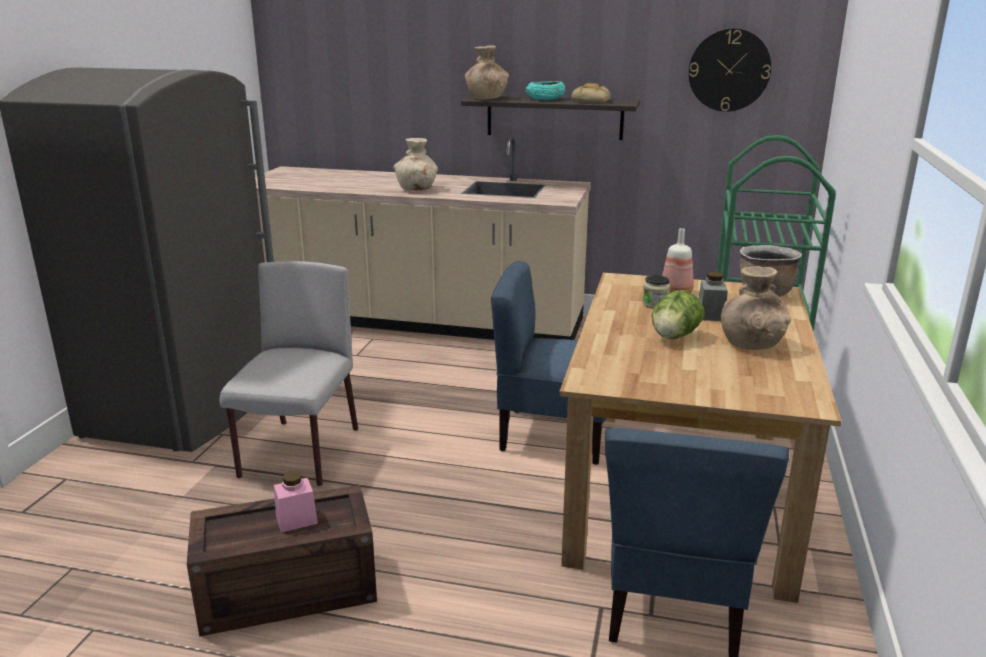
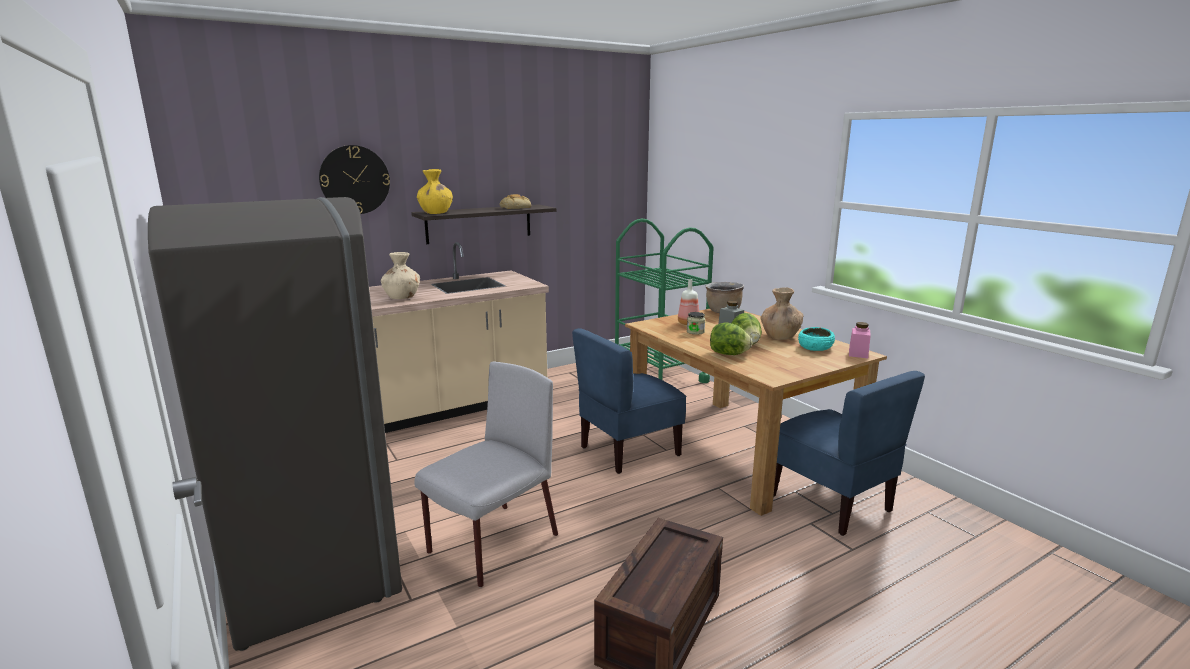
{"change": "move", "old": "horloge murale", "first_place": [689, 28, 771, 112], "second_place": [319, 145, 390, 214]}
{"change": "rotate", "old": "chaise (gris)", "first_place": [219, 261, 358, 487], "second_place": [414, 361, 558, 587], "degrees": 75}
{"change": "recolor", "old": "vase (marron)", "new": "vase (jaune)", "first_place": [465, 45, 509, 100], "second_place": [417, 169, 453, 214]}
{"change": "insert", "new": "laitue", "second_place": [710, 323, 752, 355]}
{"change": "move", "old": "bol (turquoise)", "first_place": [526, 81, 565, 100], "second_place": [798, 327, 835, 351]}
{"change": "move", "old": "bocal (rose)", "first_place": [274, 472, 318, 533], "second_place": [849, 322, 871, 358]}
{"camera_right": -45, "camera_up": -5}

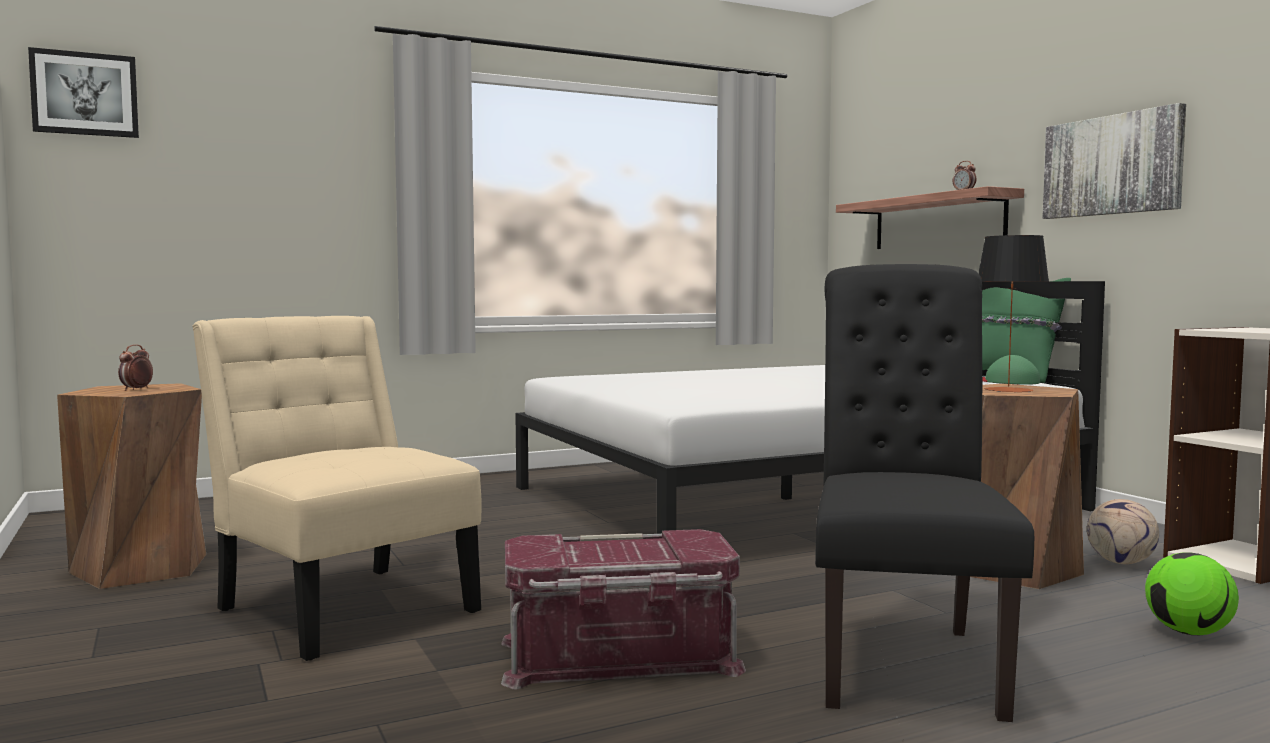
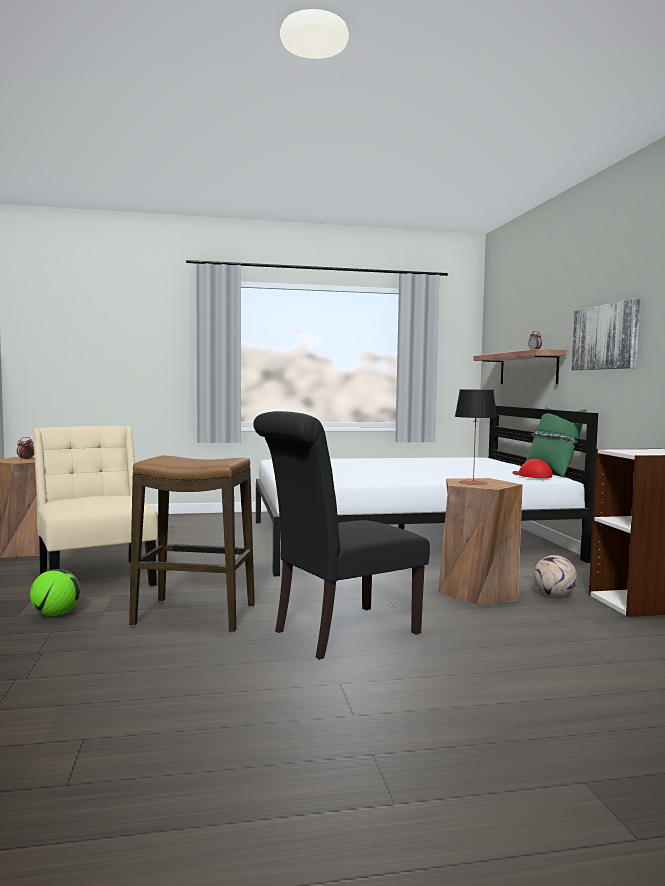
{"change": "move", "old": "ballon de foot", "first_place": [1145, 552, 1239, 635], "second_place": [30, 569, 80, 616]}
{"change": "replace", "old": "boîte de rangement (rouge)", "new": "tabouret", "first_place": [501, 529, 746, 690], "second_place": [129, 456, 255, 632]}
{"change": "rotate", "old": "chaise (noir)", "first_place": [815, 264, 1034, 722], "second_place": [253, 411, 430, 660], "degrees": -150}
{"change": "recolor", "old": "casquette (vert)", "new": "casquette (rouge)", "first_place": [982, 355, 1040, 385], "second_place": [512, 459, 552, 478]}
{"change": "delete", "old": "tableau", "first_place": [28, 47, 139, 138]}
{"camera_right": 15, "camera_up": 0}

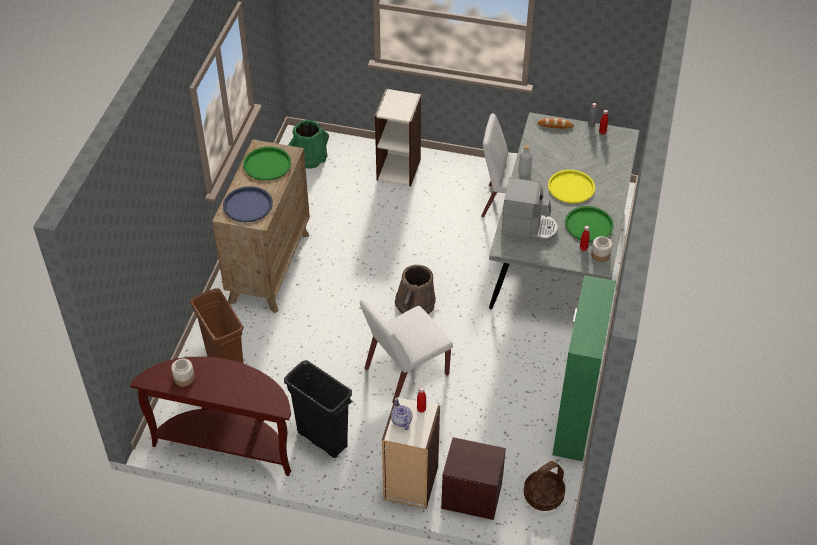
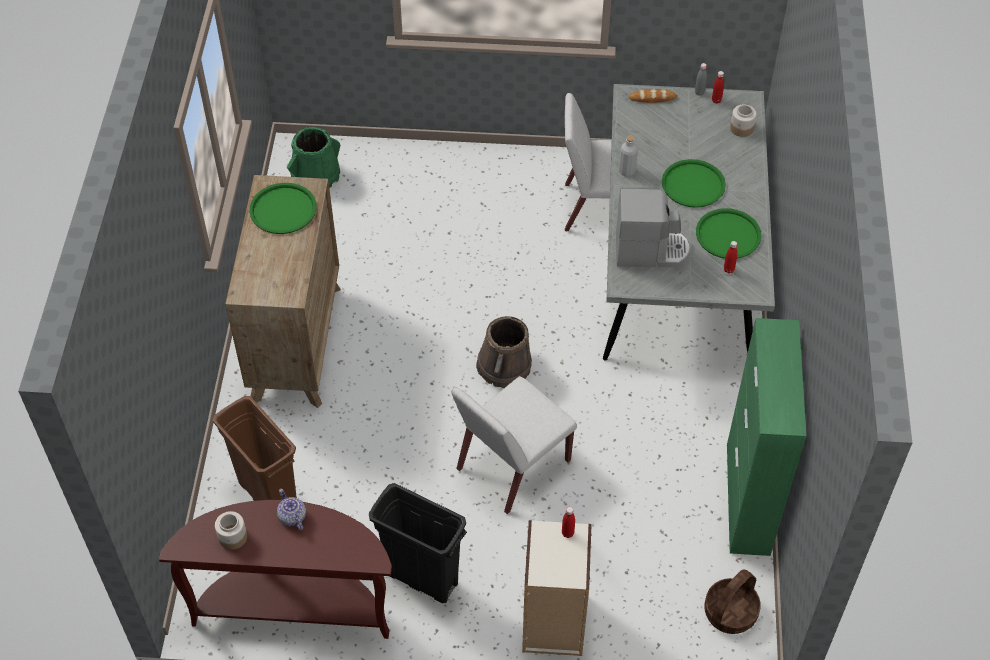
{"change": "move", "old": "théière", "first_place": [391, 398, 413, 430], "second_place": [277, 489, 306, 530]}
{"change": "recolor", "old": "plateau (jaune)", "new": "plateau (vert)", "first_place": [548, 170, 595, 203], "second_place": [662, 159, 726, 208]}
{"change": "move", "old": "bocal", "first_place": [591, 236, 612, 262], "second_place": [730, 104, 757, 137]}
{"change": "delete", "old": "plateau (bleu)", "first_place": [223, 186, 273, 222]}
{"change": "delete", "old": "bibliothèque", "first_place": [375, 89, 421, 186]}
{"change": "delete", "old": "table de chevet (marron)", "first_place": [441, 437, 506, 520]}
{"camera_right": -10, "camera_up": 5}

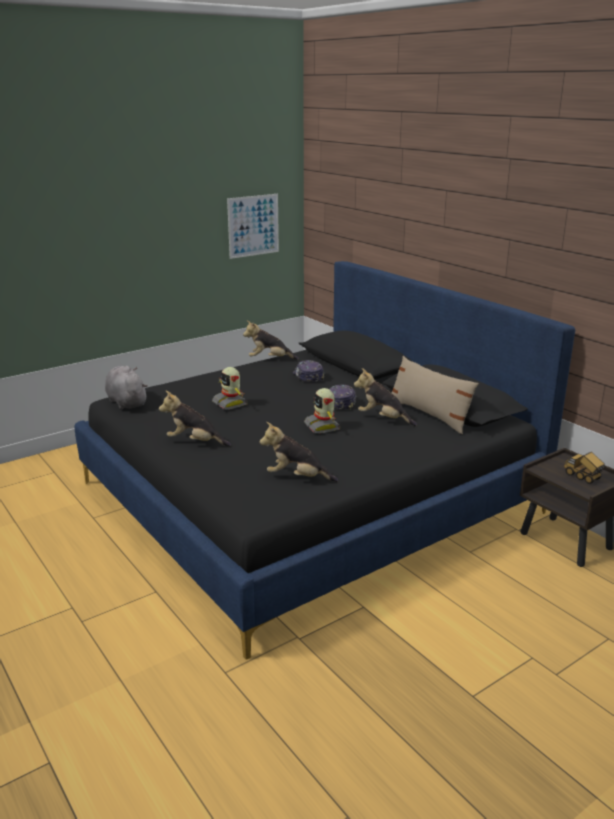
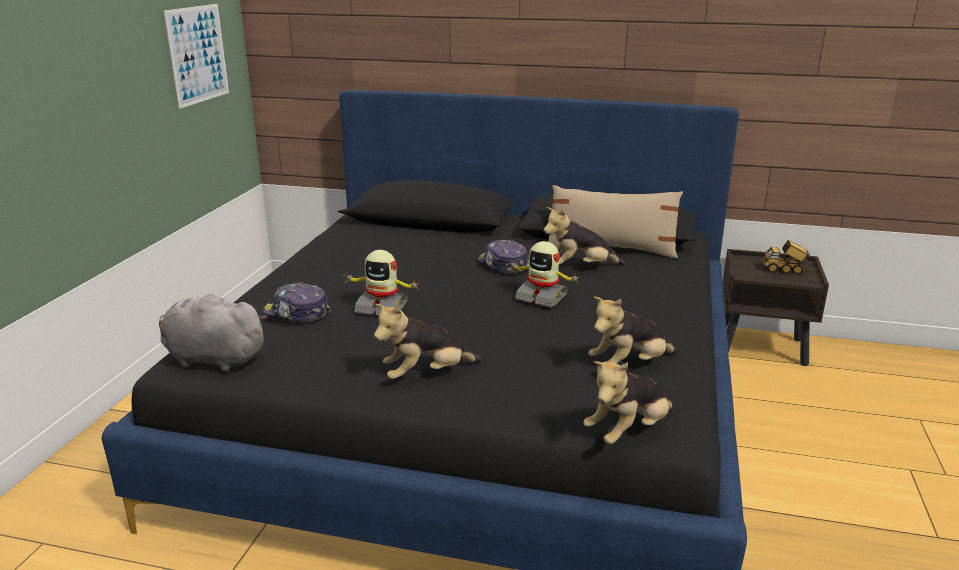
{"change": "move", "old": "casquette", "first_place": [293, 360, 324, 382], "second_place": [263, 282, 331, 322]}
{"change": "move", "old": "peluche", "first_place": [243, 321, 299, 360], "second_place": [583, 361, 673, 444]}
{"camera_right": -40, "camera_up": 0}

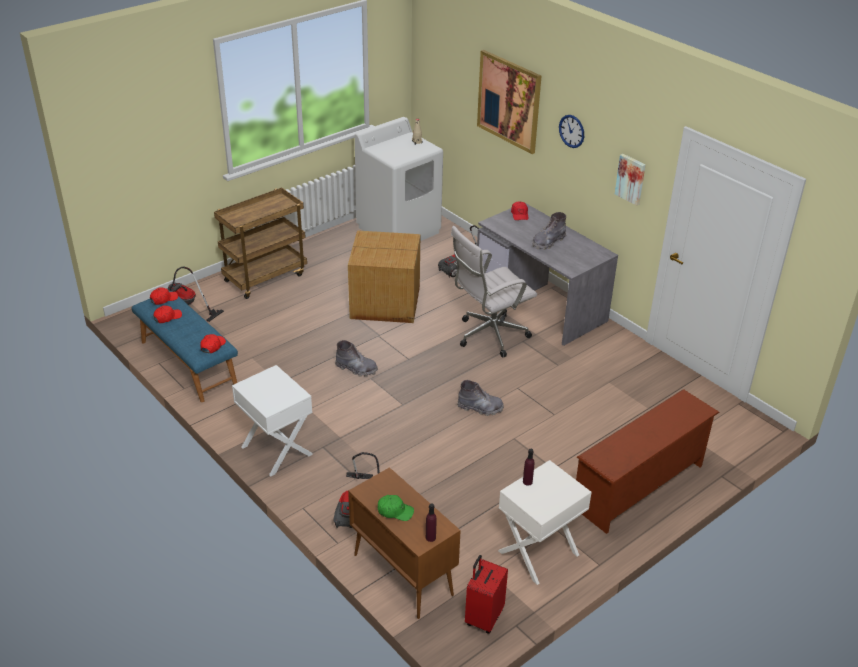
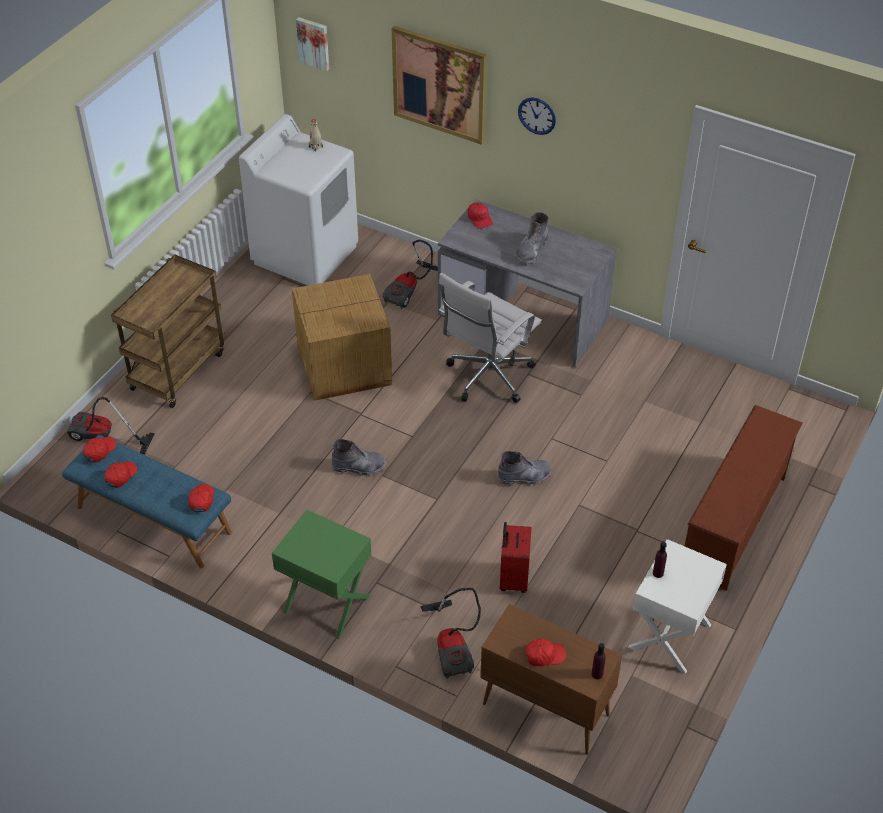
{"change": "recolor", "old": "table de chevet (blanc)", "new": "table de chevet (vert)", "first_place": [232, 365, 313, 477], "second_place": [272, 510, 372, 639]}
{"change": "move", "old": "tableau", "first_place": [615, 154, 646, 206], "second_place": [296, 17, 329, 71]}
{"change": "move", "old": "valise (rouge)", "first_place": [465, 555, 508, 634], "second_place": [500, 522, 531, 593]}
{"change": "recolor", "old": "casquette (vert)", "new": "casquette (rouge)", "first_place": [378, 495, 414, 521], "second_place": [525, 638, 566, 667]}
{"camera_right": -20, "camera_up": 10}

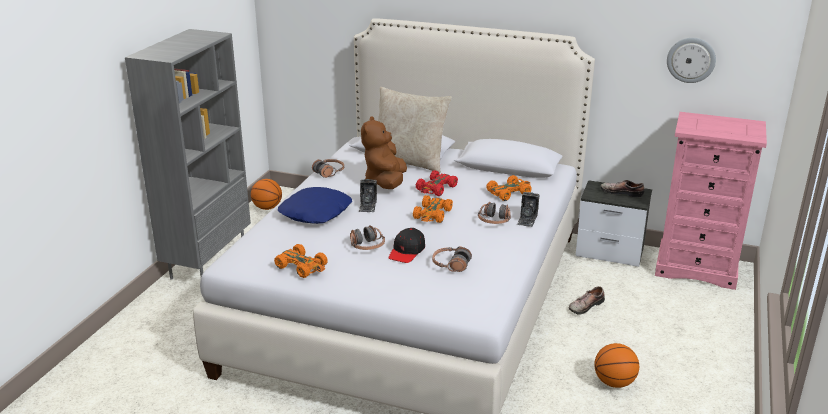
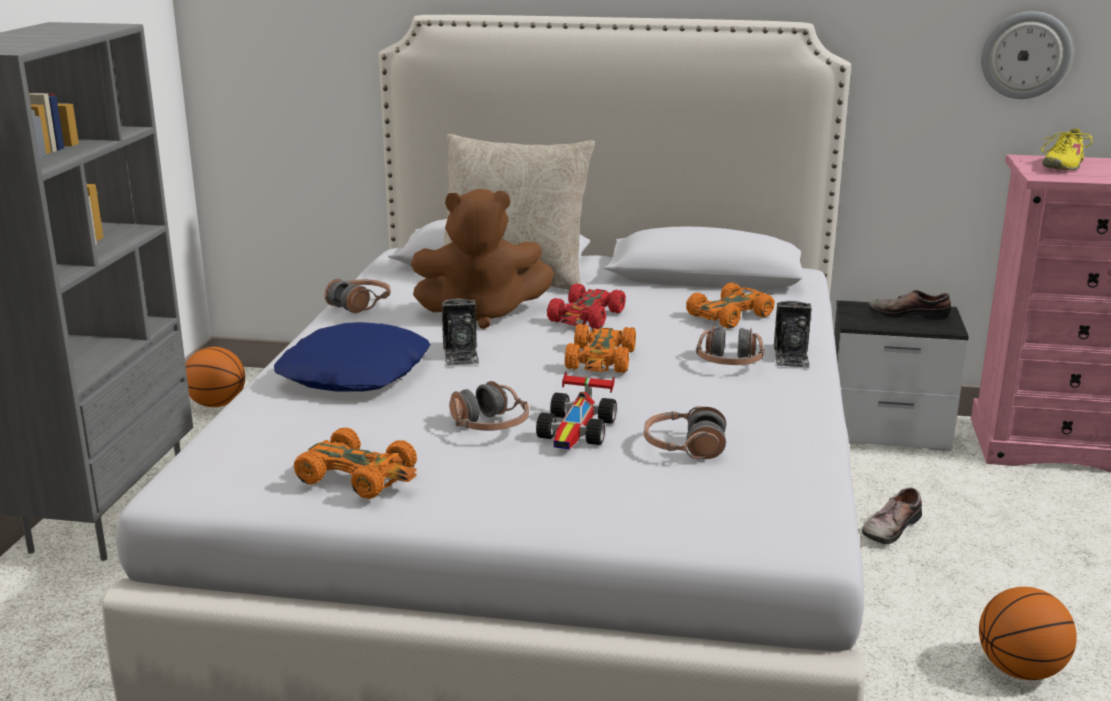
{"change": "rotate", "old": "peluche (marron)", "first_place": [361, 116, 407, 189], "second_place": [411, 189, 554, 329], "degrees": -90}
{"change": "replace", "old": "casquette (noir)", "new": "petite voiture", "first_place": [389, 228, 425, 263], "second_place": [536, 372, 617, 449]}
{"change": "insert", "new": "chaussure (jaune)", "second_place": [1041, 128, 1093, 170]}
{"camera_right": -10, "camera_up": -5}

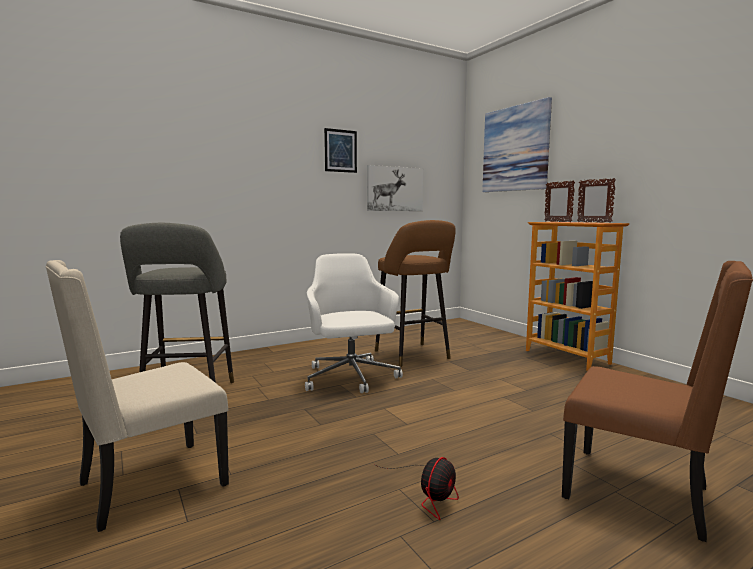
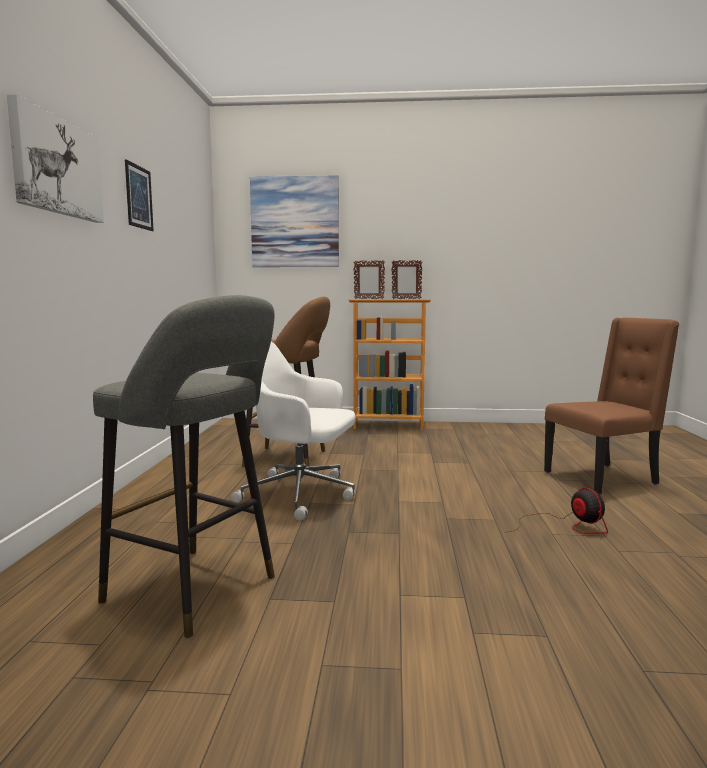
{"change": "move", "old": "tableau", "first_place": [367, 165, 423, 211], "second_place": [7, 94, 104, 223]}
{"change": "delete", "old": "chaise (beige)", "first_place": [45, 260, 229, 532]}
{"camera_right": -55, "camera_up": 0}

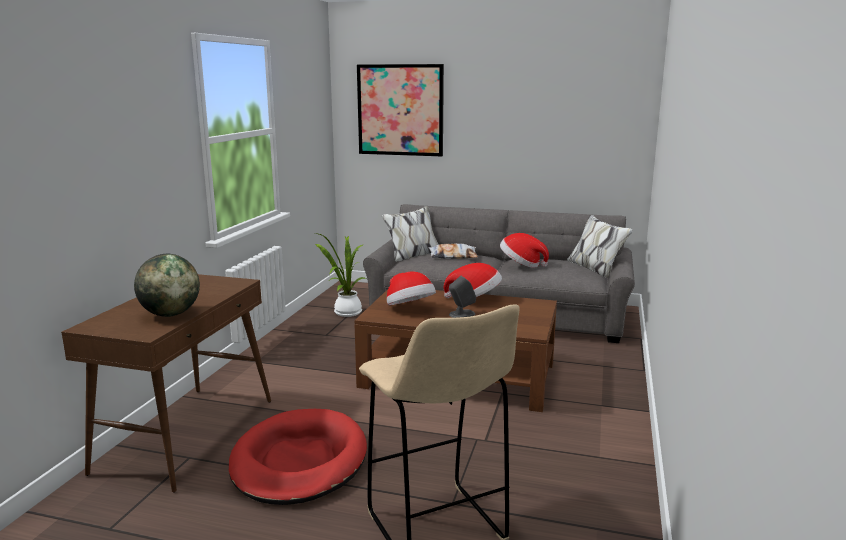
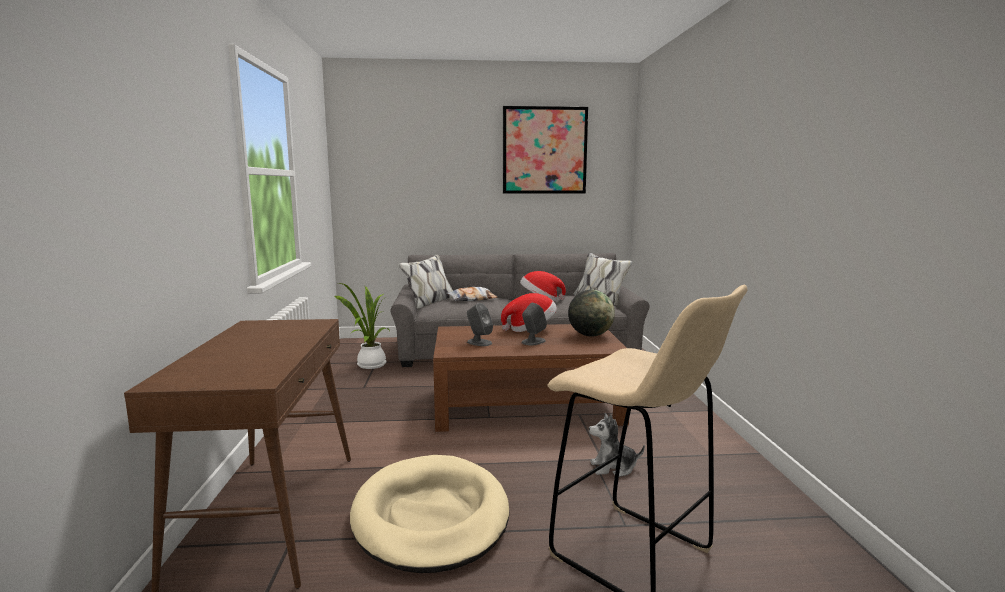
{"change": "recolor", "old": "panier pour chien (rouge)", "new": "panier pour chien (beige)", "first_place": [229, 409, 367, 505], "second_place": [350, 455, 509, 573]}
{"change": "replace", "old": "chapeau", "new": "enceinte (gris)", "first_place": [386, 271, 436, 305], "second_place": [467, 303, 493, 346]}
{"change": "move", "old": "tableau", "first_place": [357, 64, 444, 156], "second_place": [503, 106, 588, 194]}
{"change": "move", "old": "globe", "first_place": [134, 253, 200, 317], "second_place": [568, 290, 615, 337]}
{"change": "insert", "new": "peluche", "second_place": [589, 413, 645, 477]}
{"camera_right": -20, "camera_up": -5}

